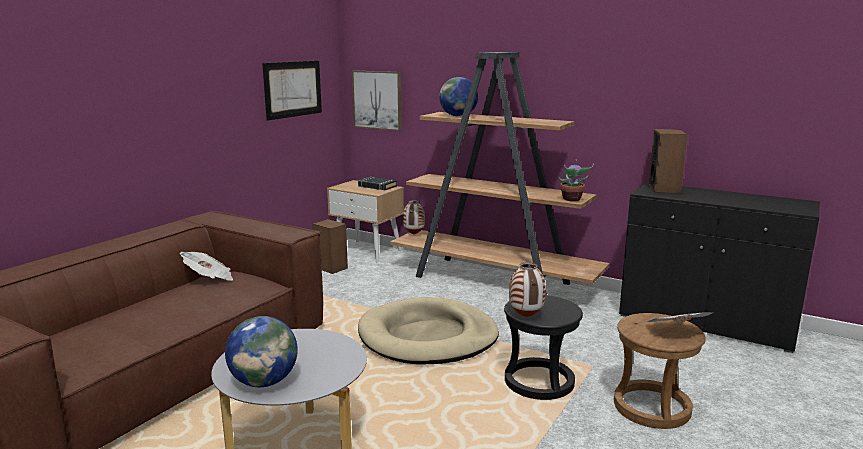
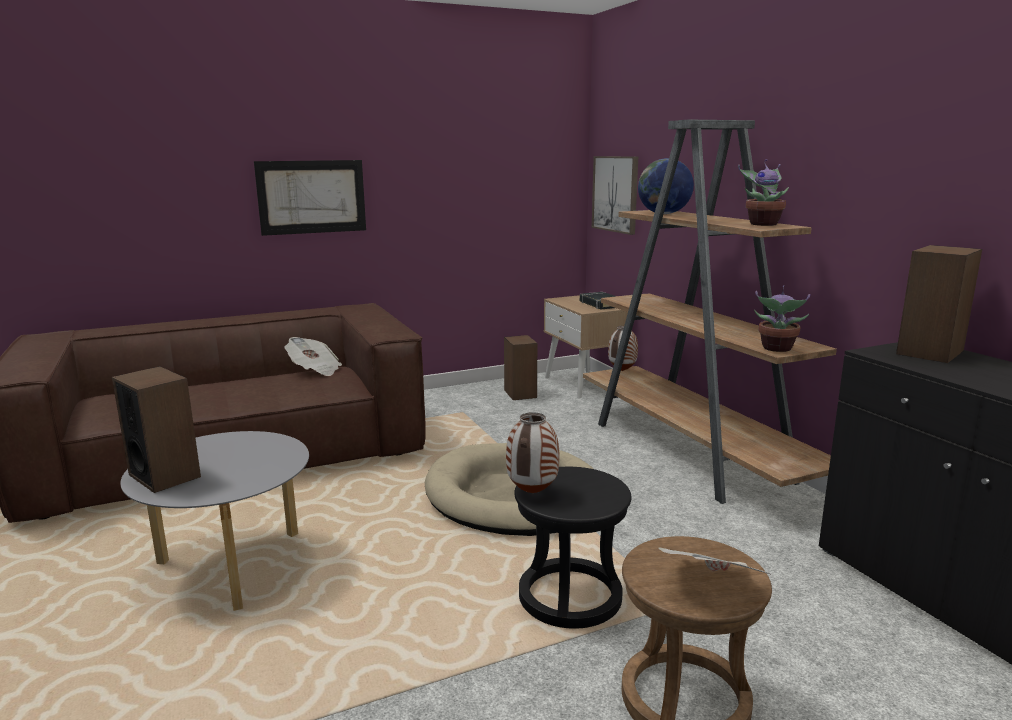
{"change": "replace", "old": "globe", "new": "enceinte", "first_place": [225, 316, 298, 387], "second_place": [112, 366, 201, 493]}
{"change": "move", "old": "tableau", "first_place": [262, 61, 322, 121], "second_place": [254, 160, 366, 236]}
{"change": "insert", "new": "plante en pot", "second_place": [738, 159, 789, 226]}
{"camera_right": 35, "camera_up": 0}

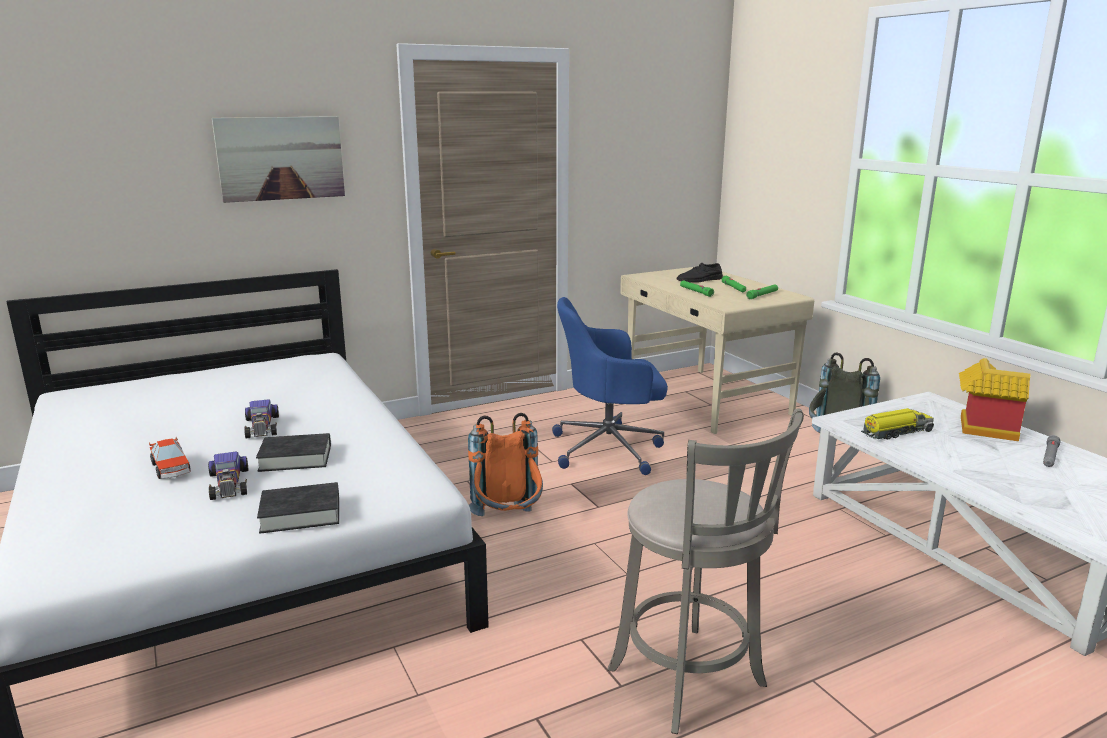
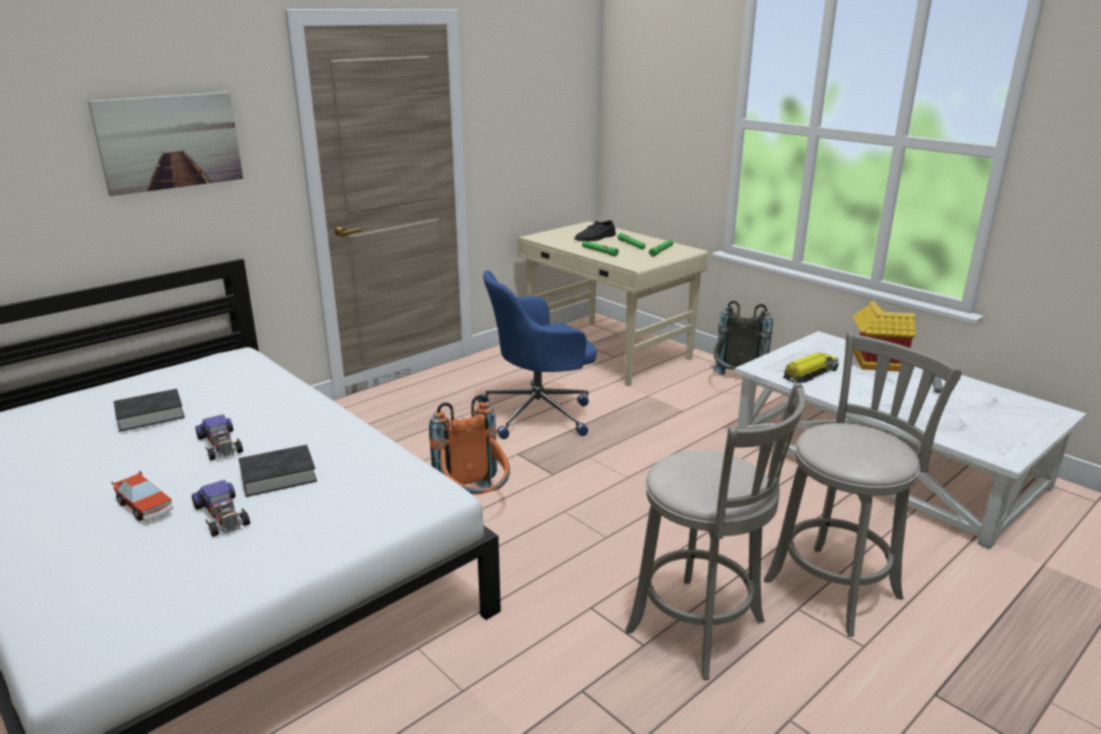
{"change": "move", "old": "livre (noir)", "first_place": [257, 482, 339, 534], "second_place": [114, 389, 185, 432]}
{"change": "insert", "new": "tabouret (gris)", "second_place": [764, 333, 961, 637]}
{"camera_right": -15, "camera_up": 5}

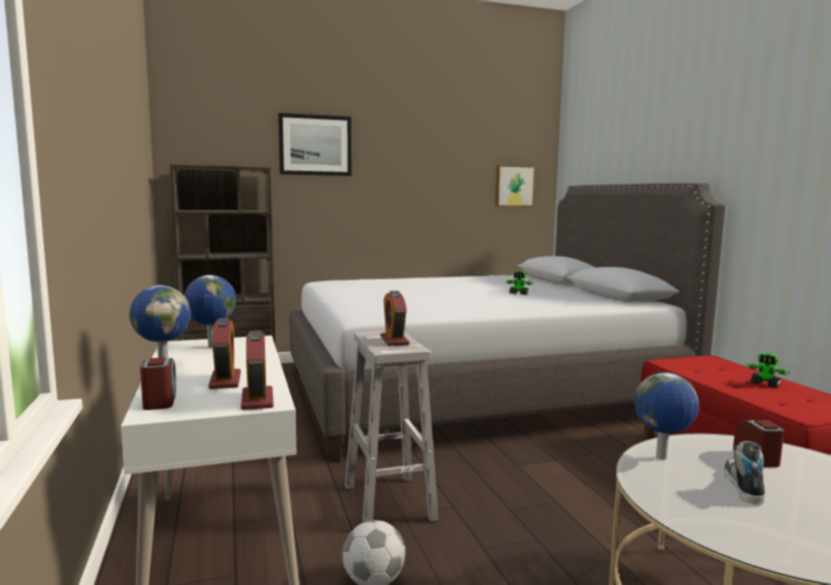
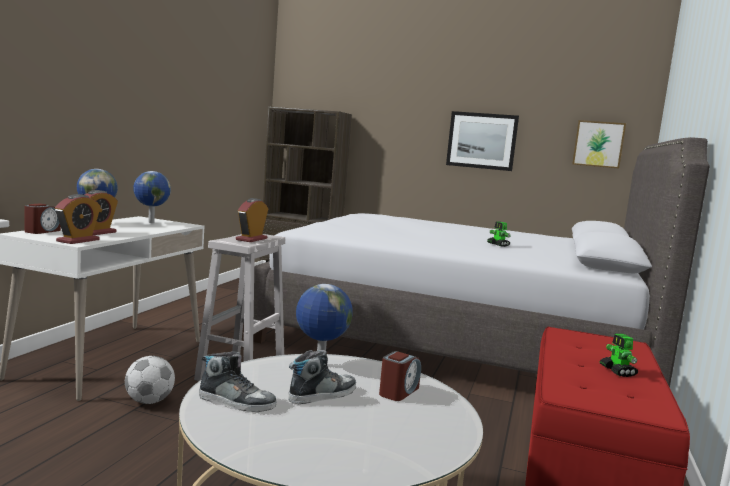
{"change": "insert", "new": "chaussure", "second_place": [199, 351, 277, 412]}
{"change": "move", "old": "tableau", "first_place": [278, 113, 351, 176], "second_place": [446, 111, 519, 171]}
{"camera_right": 35, "camera_up": 0}

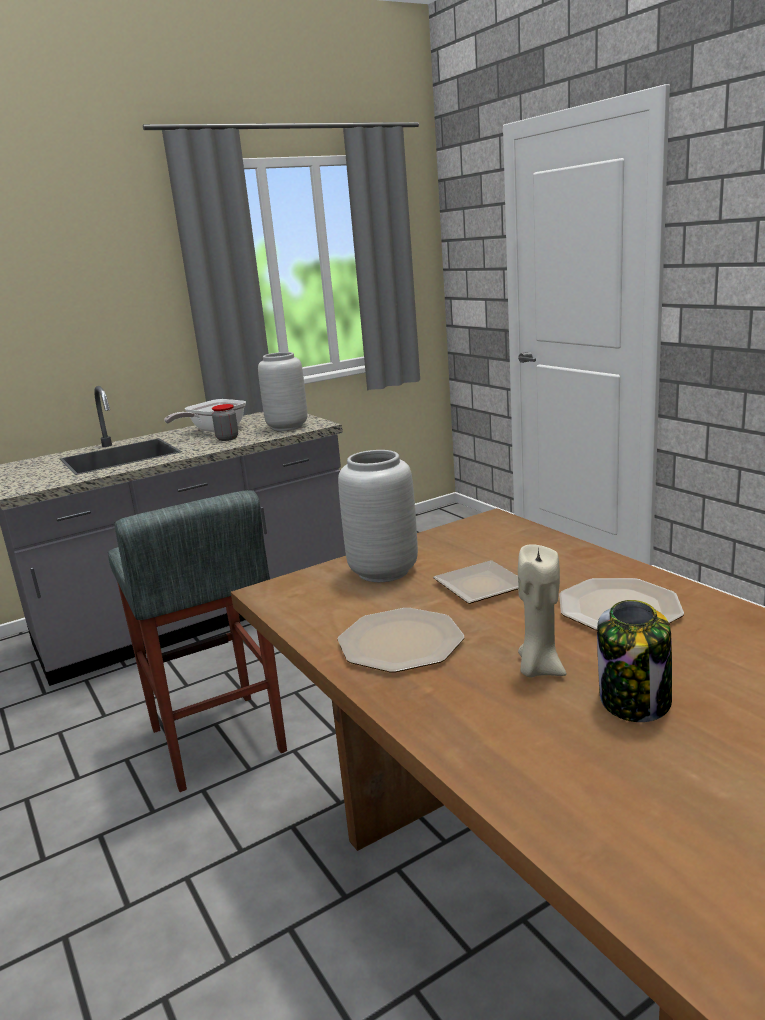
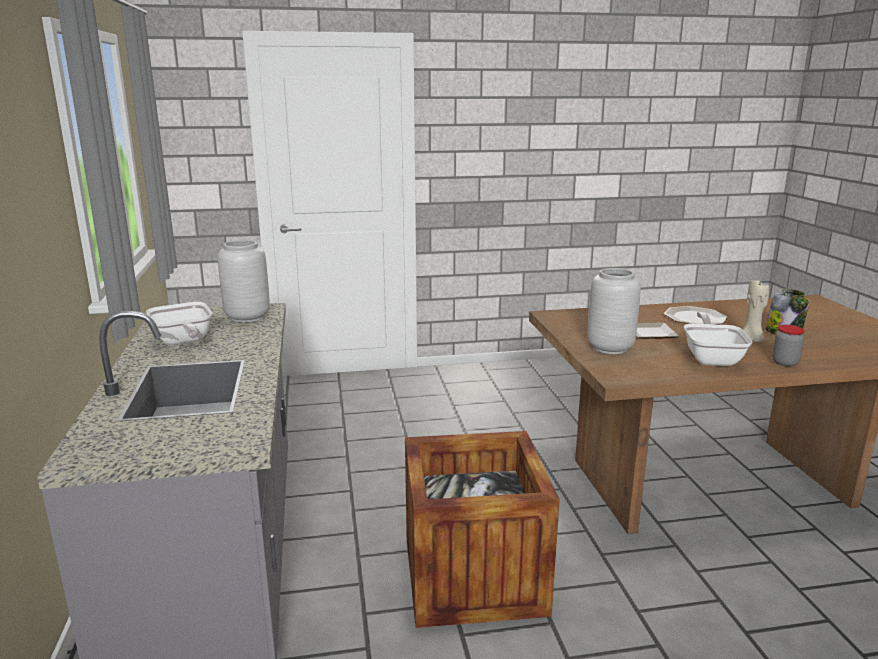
{"change": "replace", "old": "tabouret (gris)", "new": "caisse", "first_place": [108, 490, 287, 792], "second_place": [405, 431, 560, 628]}
{"change": "replace", "old": "assiette", "new": "poêle", "first_place": [338, 608, 464, 672], "second_place": [684, 312, 753, 366]}
{"change": "move", "old": "bocal", "first_place": [212, 404, 238, 441], "second_place": [772, 325, 805, 366]}
{"camera_right": -70, "camera_up": 0}

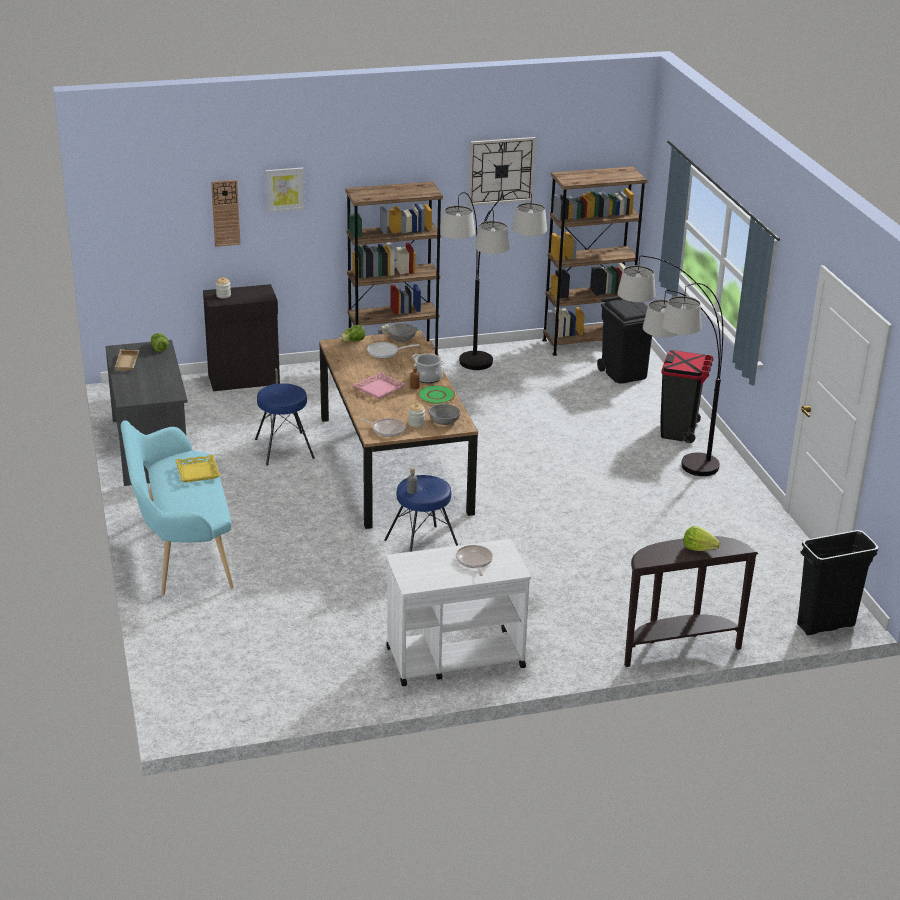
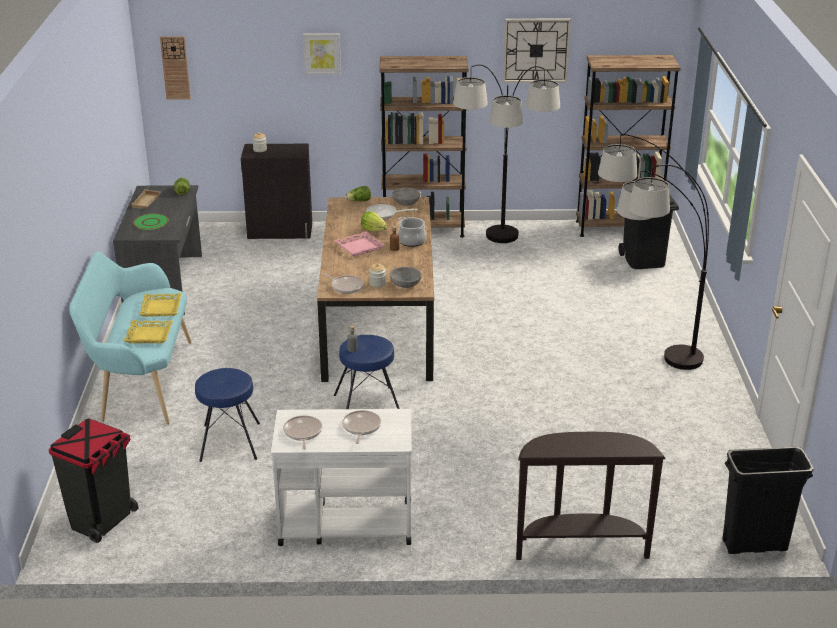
{"change": "move", "old": "poubelle (noir)", "first_place": [660, 350, 714, 443], "second_place": [49, 419, 138, 543]}
{"change": "insert", "new": "plateau (jaune)", "second_place": [124, 320, 173, 343]}
{"change": "move", "old": "assiette (vert)", "first_place": [418, 385, 455, 404], "second_place": [133, 214, 169, 230]}
{"change": "move", "old": "horloge murale", "first_place": [211, 180, 241, 247], "second_place": [160, 37, 191, 100]}
{"change": "move", "old": "tabouret (bleu)", "first_place": [255, 383, 315, 465], "second_place": [195, 368, 260, 462]}
{"change": "insert", "new": "poêle", "second_place": [283, 415, 322, 450]}
{"change": "move", "old": "laitue", "first_place": [683, 526, 720, 551], "second_place": [361, 211, 388, 232]}
{"camera_right": 15, "camera_up": 0}

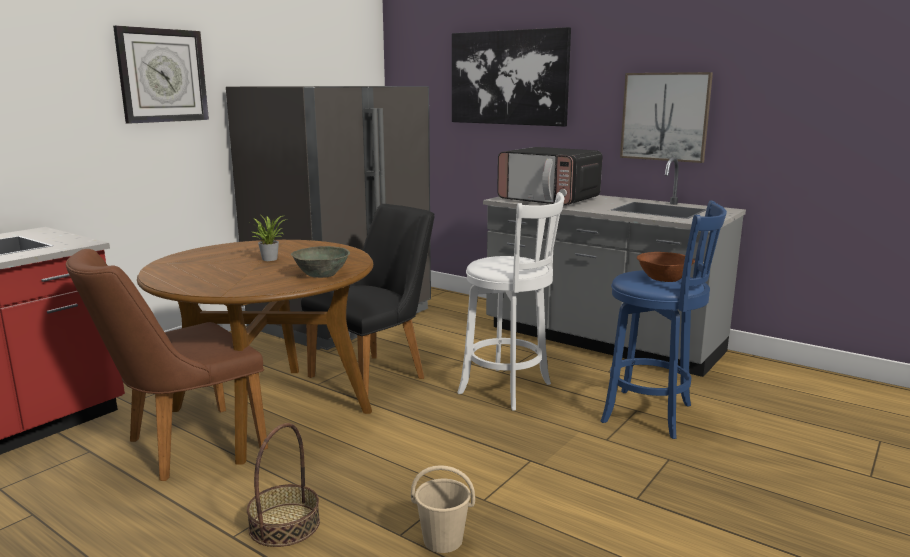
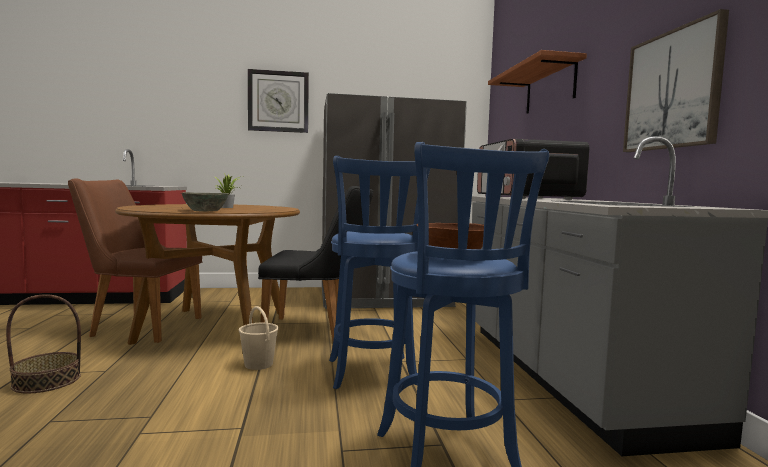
{"change": "move", "old": "seau (beige)", "first_place": [411, 465, 475, 553], "second_place": [239, 306, 279, 370]}
{"change": "recolor", "old": "tabouret (blanc)", "new": "tabouret (bleu)", "first_place": [457, 192, 564, 411], "second_place": [329, 156, 431, 389]}
{"change": "replace", "old": "tableau", "new": "étagère", "first_place": [452, 27, 571, 127], "second_place": [488, 50, 587, 114]}
{"camera_right": 45, "camera_up": -10}

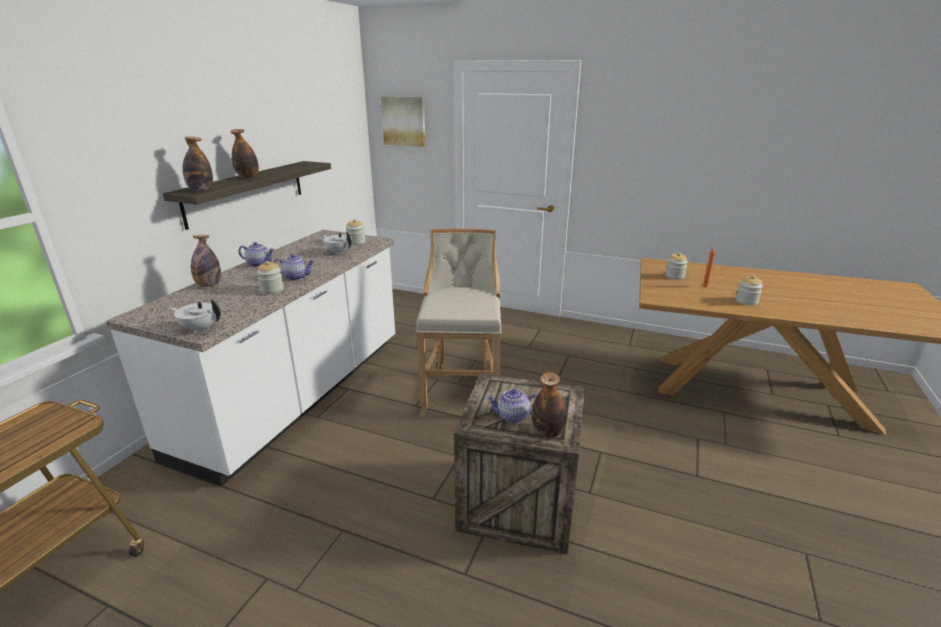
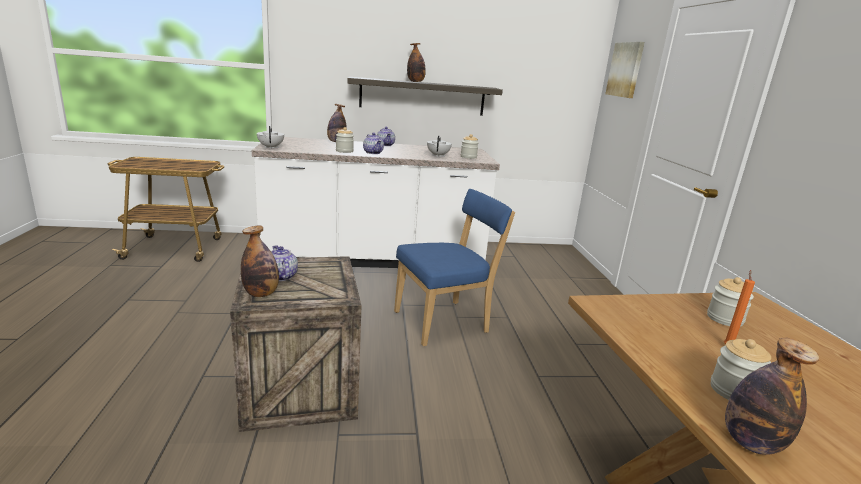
{"change": "replace", "old": "tabouret (beige)", "new": "chaise (bleu)", "first_place": [416, 228, 501, 417], "second_place": [394, 189, 515, 346]}
{"change": "move", "old": "bouteille", "first_place": [183, 137, 213, 191], "second_place": [725, 338, 819, 455]}
{"camera_right": 60, "camera_up": -5}

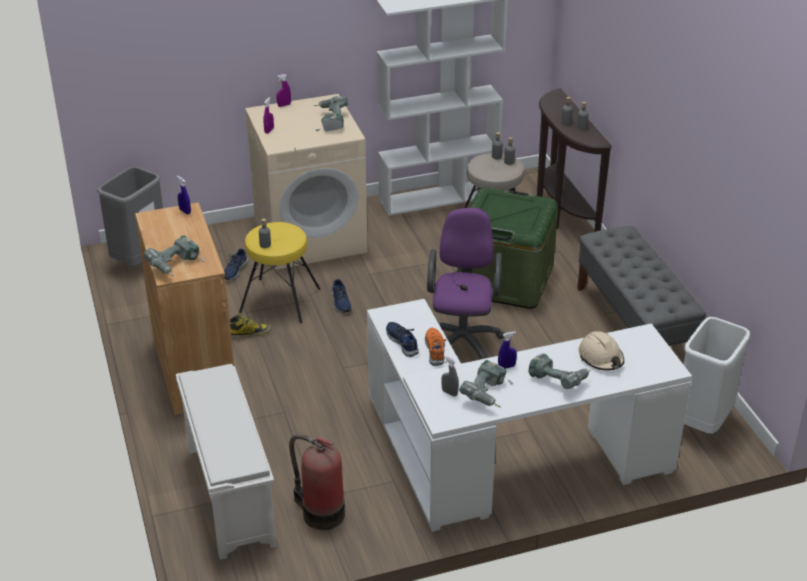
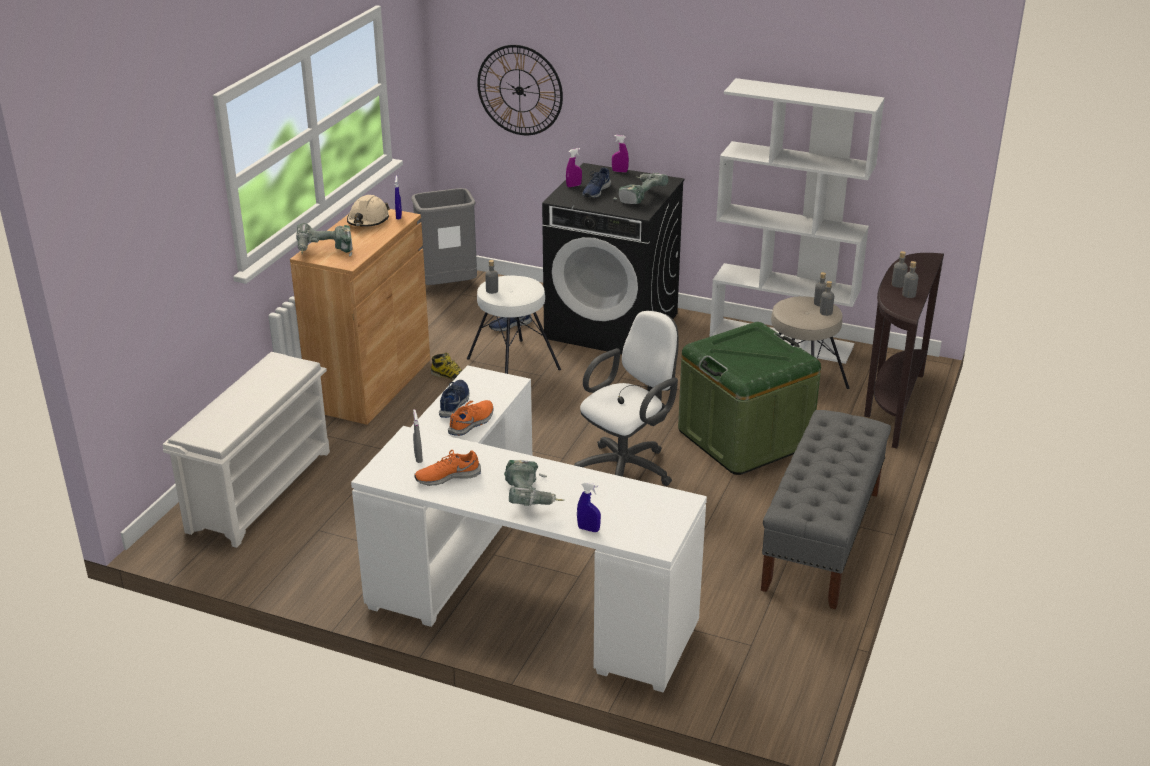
{"change": "move", "old": "casque de chantier (beige)", "first_place": [579, 331, 624, 371], "second_place": [347, 195, 390, 227]}
{"change": "replace", "old": "perceuse", "new": "chaussure (orange)", "first_place": [459, 360, 513, 407], "second_place": [414, 450, 481, 486]}
{"change": "recolor", "old": "tabouret (jaune)", "new": "tabouret (blanc)", "first_place": [239, 222, 320, 323], "second_place": [467, 275, 561, 374]}
{"change": "insert", "new": "horloge murale", "second_place": [477, 45, 563, 135]}
{"change": "recolor", "old": "lave-linge (beige)", "new": "lave-linge (noir)", "first_place": [245, 94, 368, 270], "second_place": [542, 163, 684, 354]}
{"change": "recolor", "old": "chaise de bureau (violet)", "new": "chaise de bureau (blanc)", "first_place": [427, 207, 504, 359], "second_place": [574, 311, 678, 486]}
{"change": "move", "old": "vaporisateur (bleu)", "first_place": [498, 331, 517, 369], "second_place": [577, 482, 601, 532]}
{"change": "move", "old": "chaussure (bleu)", "first_place": [332, 279, 352, 313], "second_place": [582, 167, 611, 198]}
{"change": "delete", "old": "extincteur", "first_place": [289, 434, 345, 530]}
{"change": "delete", "old": "poubelle (blanc)", "first_place": [684, 317, 750, 434]}
{"camera_right": 40, "camera_up": -5}

